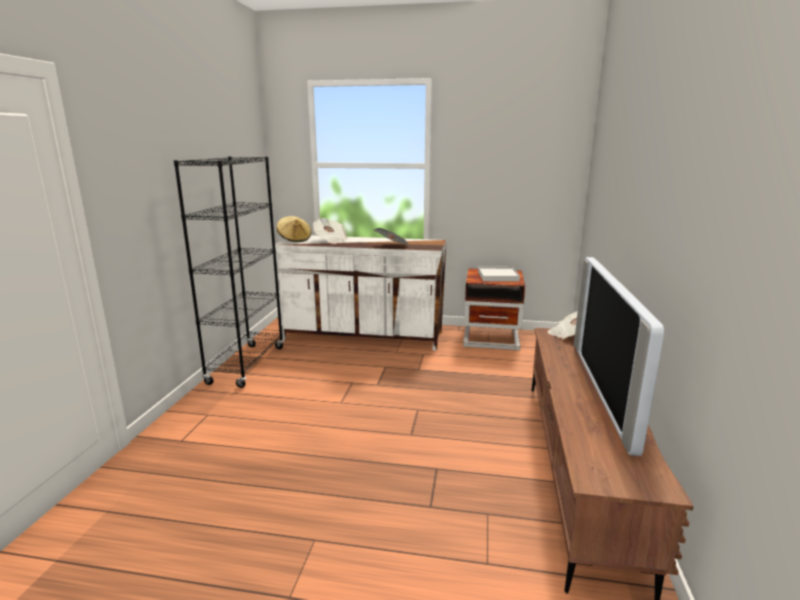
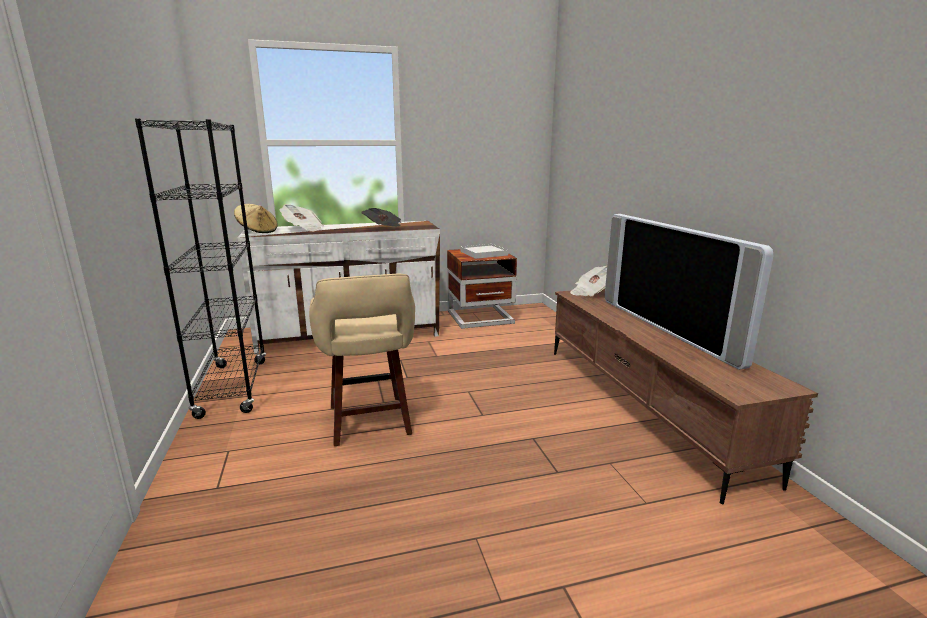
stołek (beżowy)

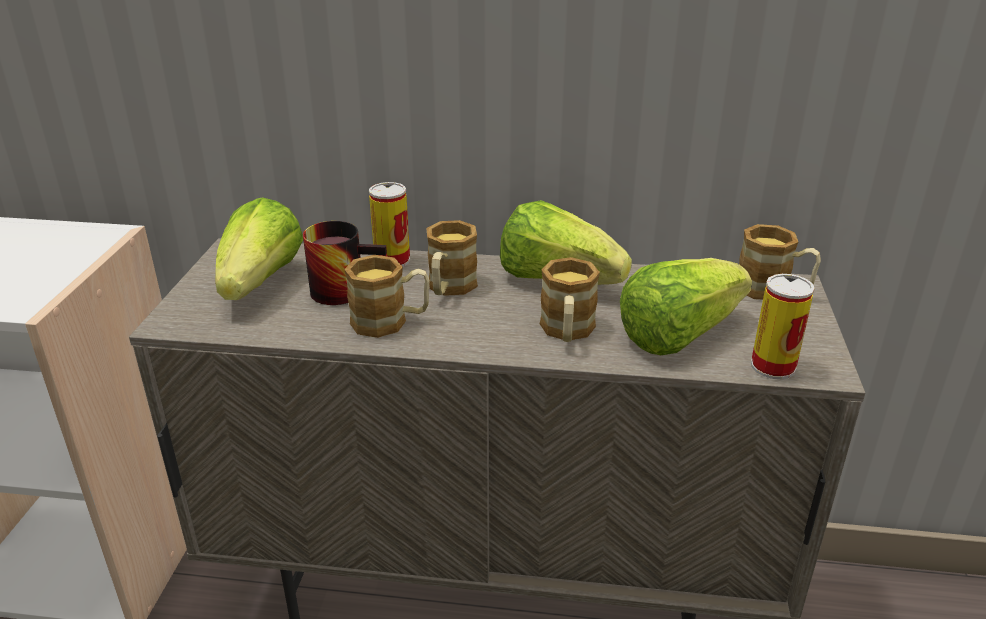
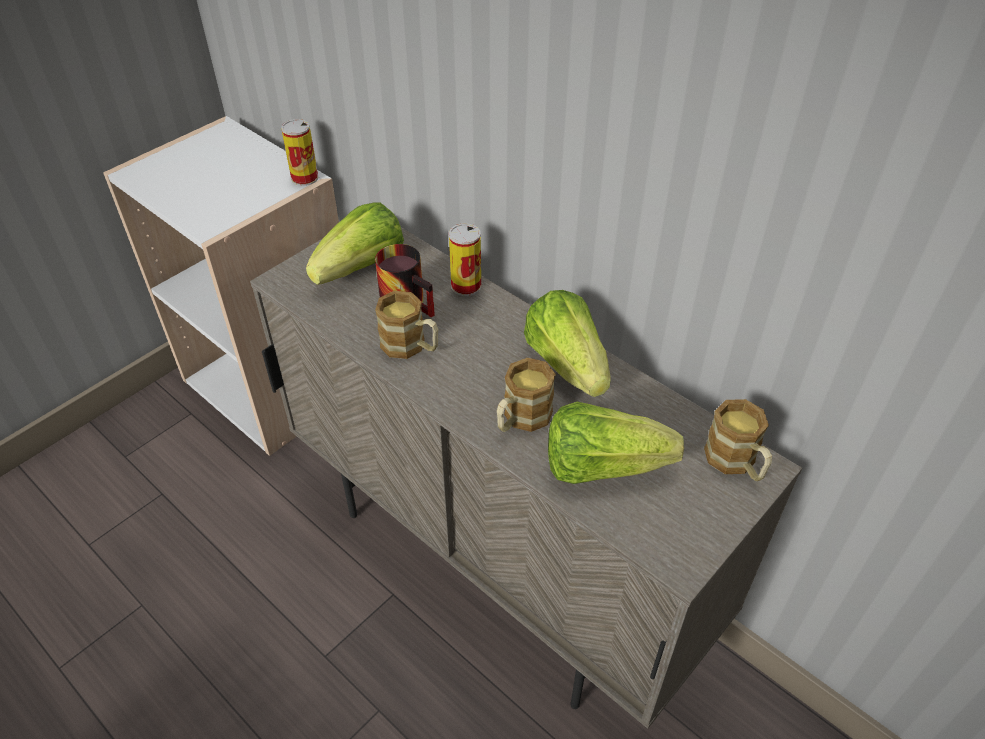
kubek (no. 3 from left in the first image); puszka (no. 1 from left)

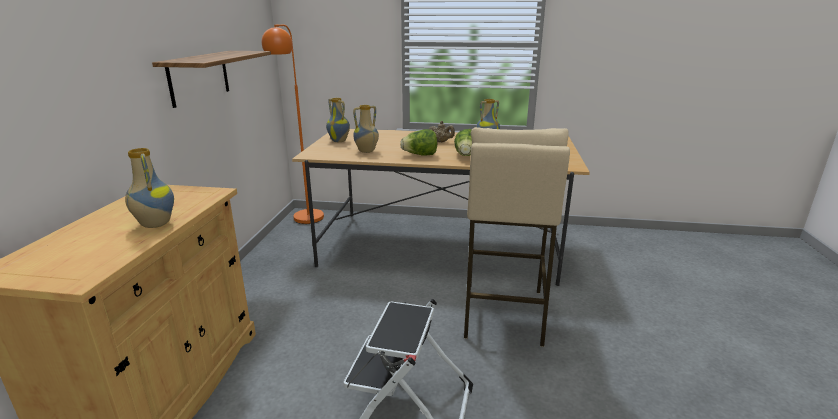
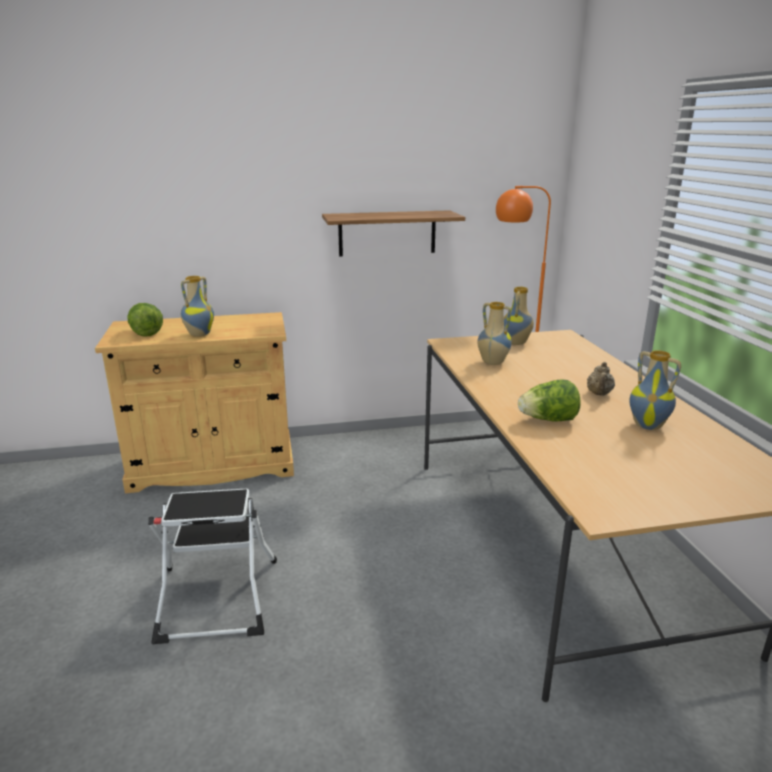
stołek (beżowy); sałata (no. 1 from left)

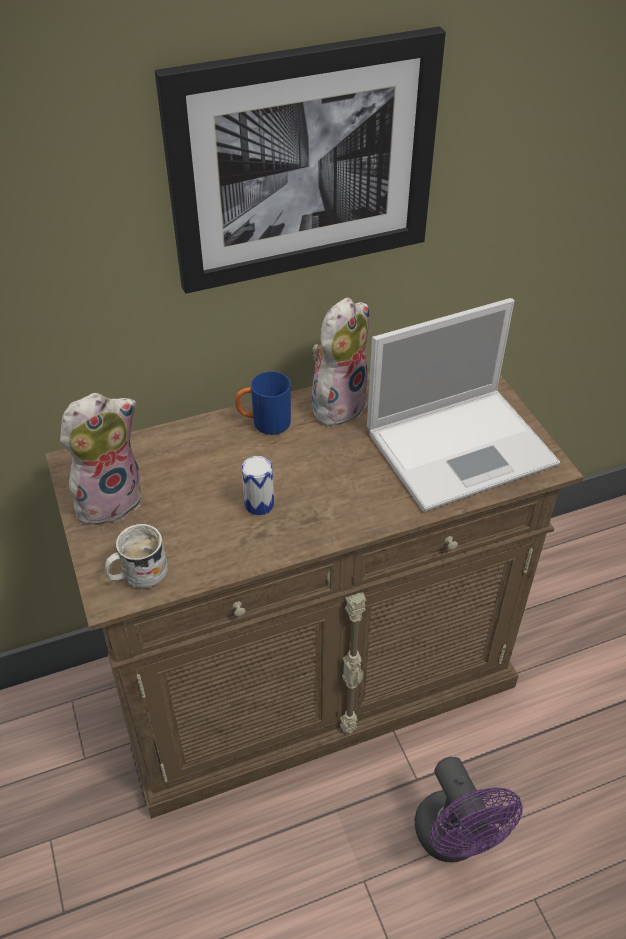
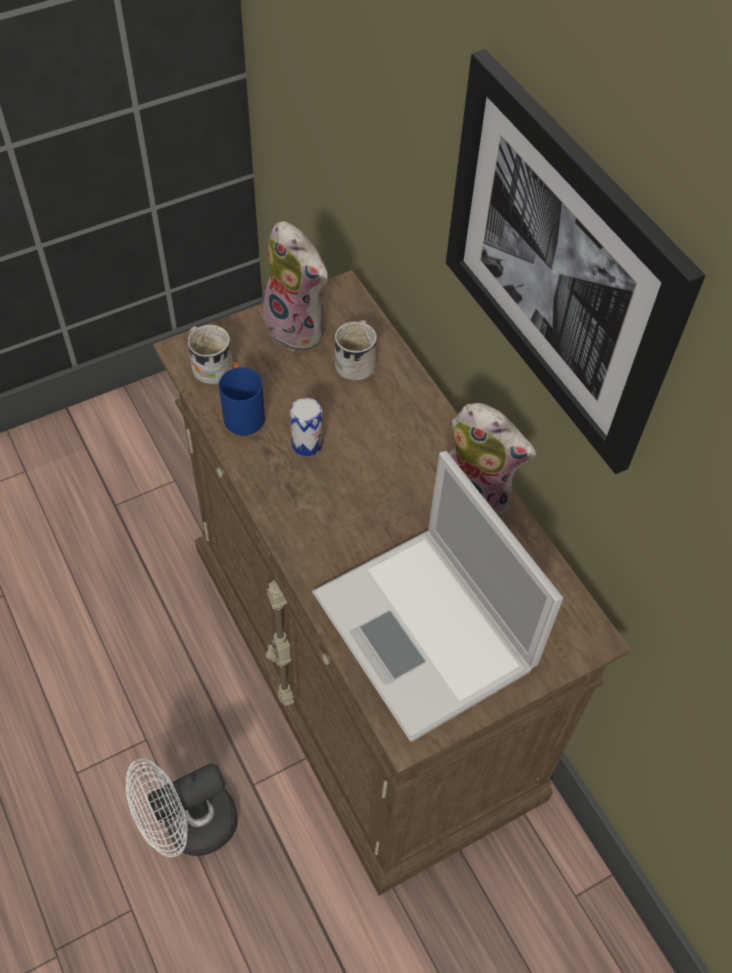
kubek (niebieski); wentylator (biały); kubek (biały) (no. 2 from left)

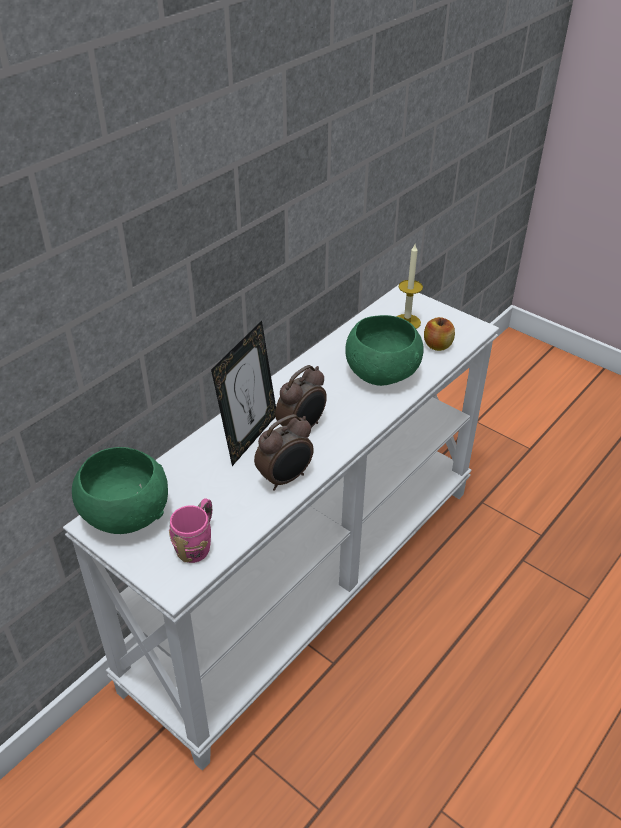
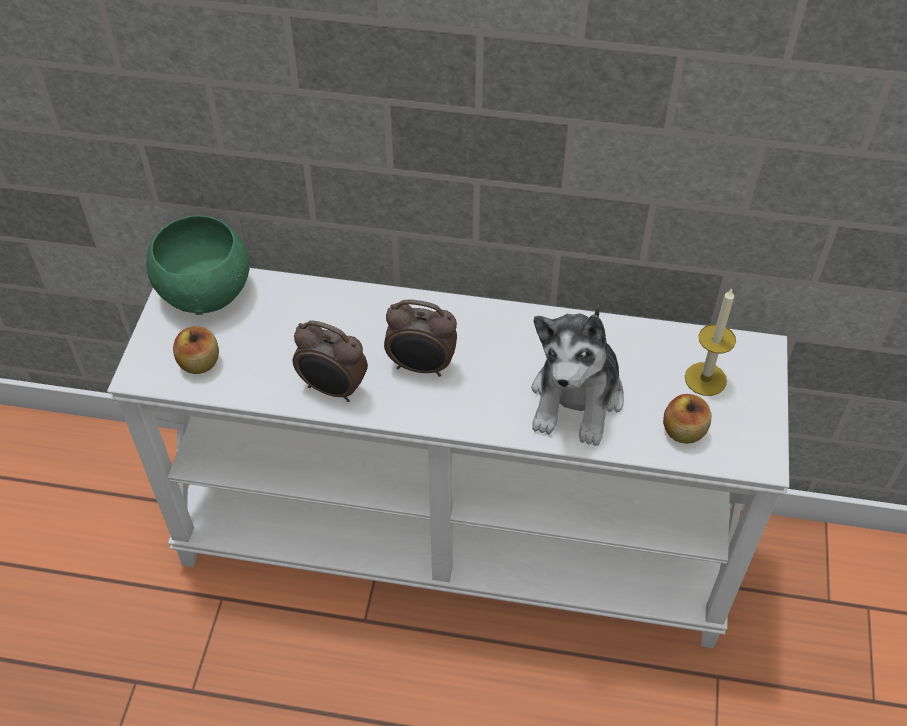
pluszak; ramka na zdjęcie; jabłko (no. 1 from left)

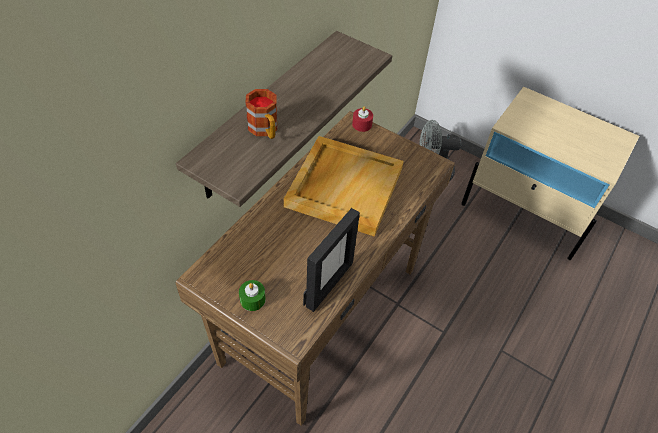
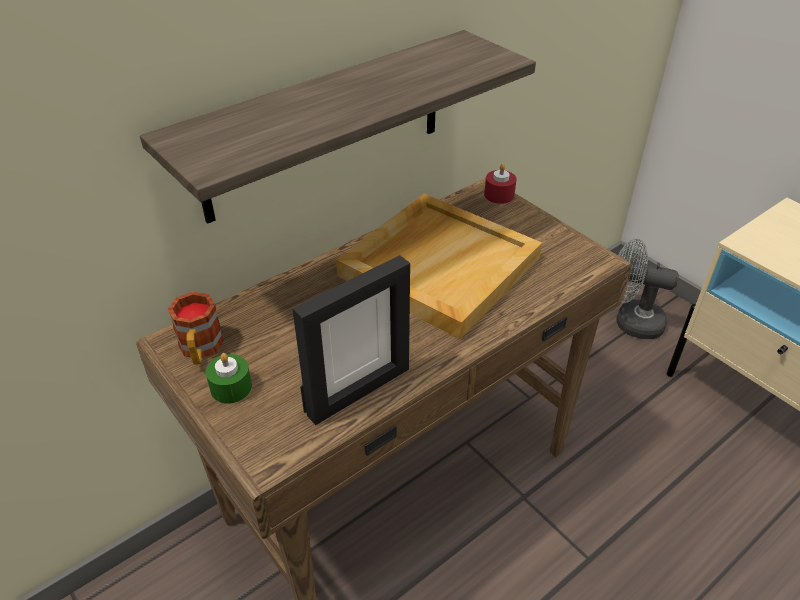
kubek

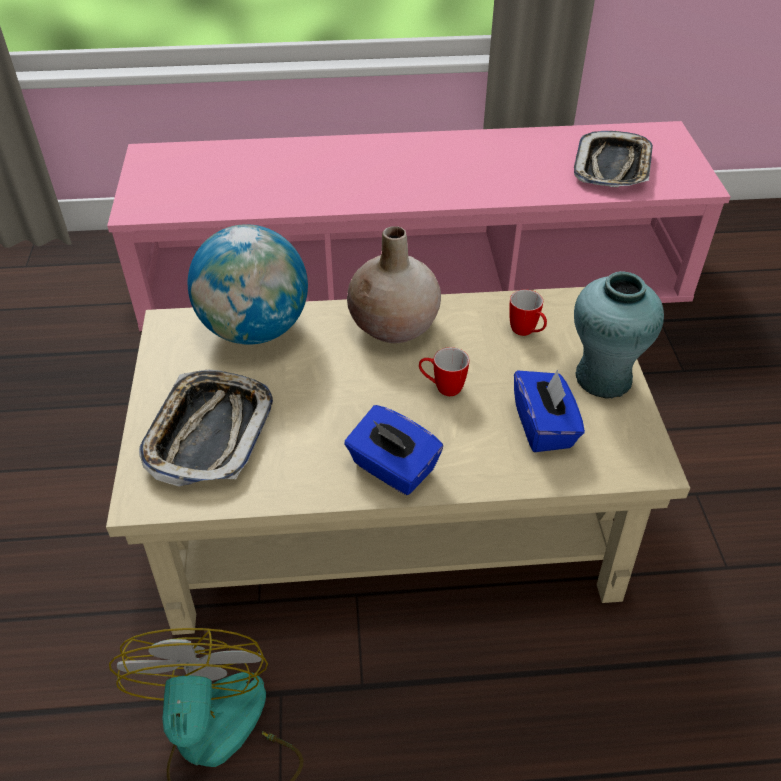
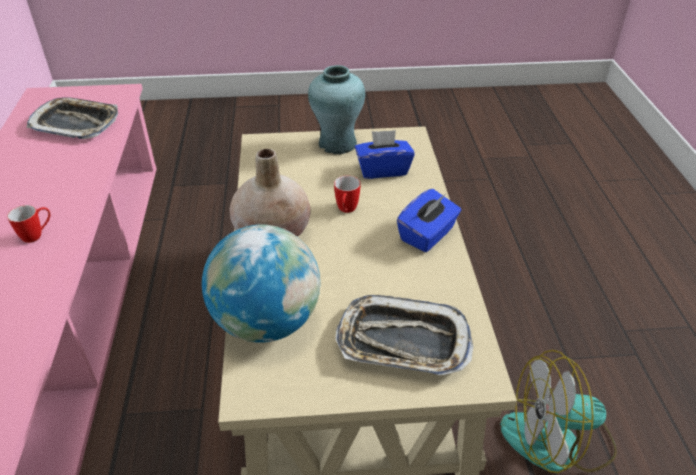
kubek (no. 1 from left)

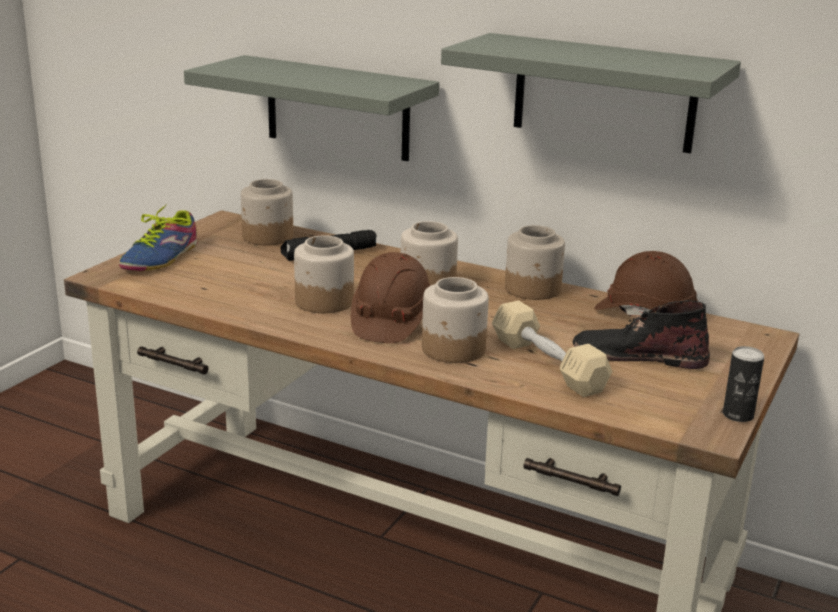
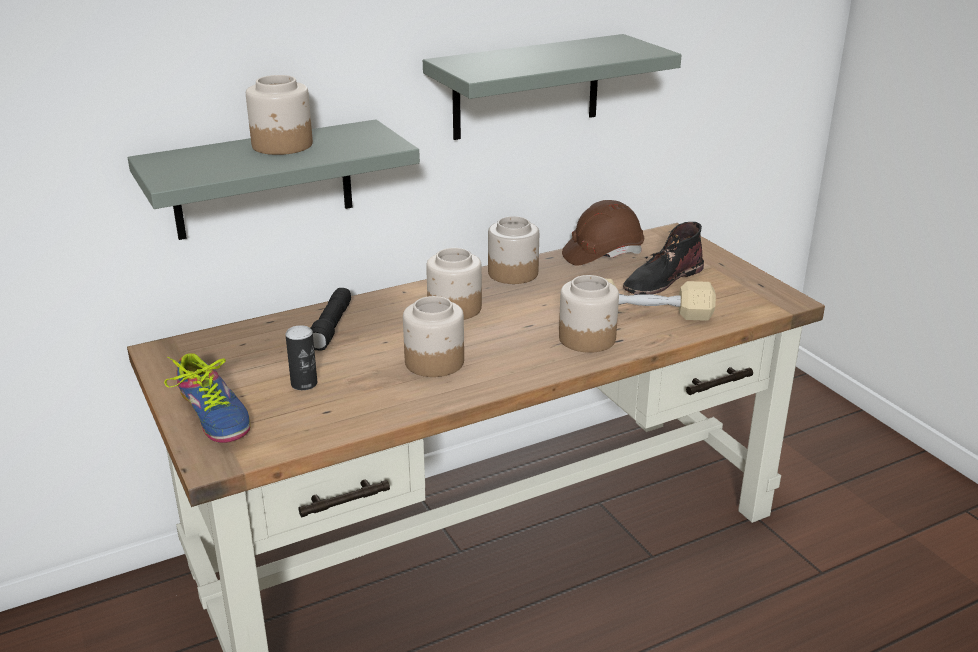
słoik (no. 1 from left); kask (brązowy) (no. 1 from left in the first image); puszka

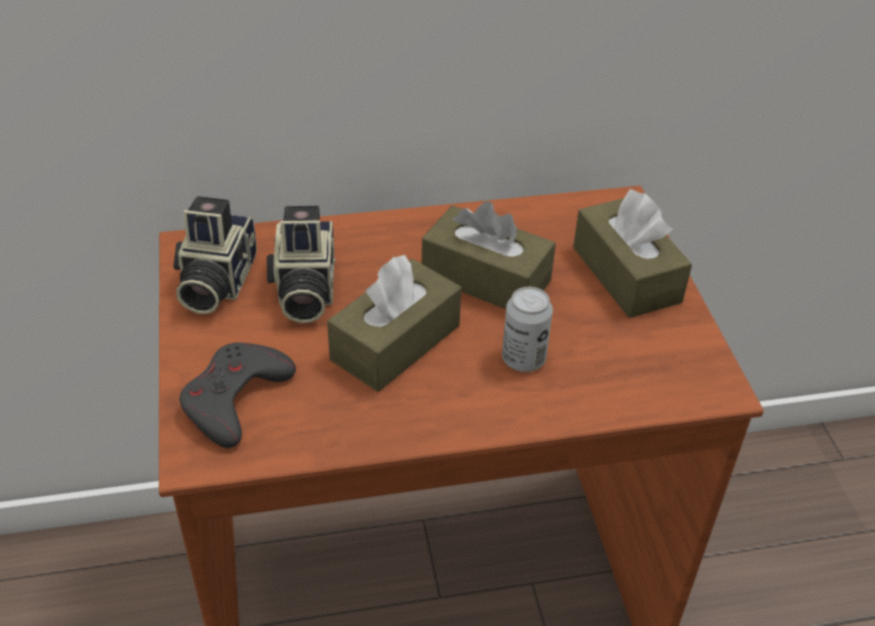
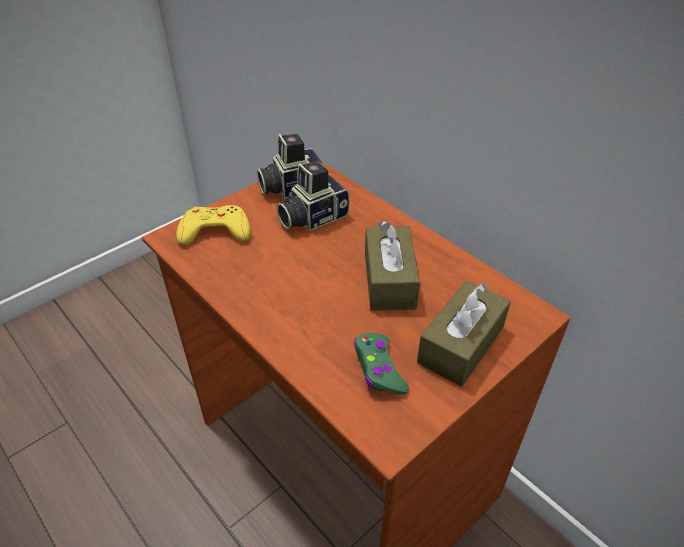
pudełko chusteczek (brązowy) (no. 1 from left in the first image); puszka; pad do gier (żółty); pad do gier (zielony)

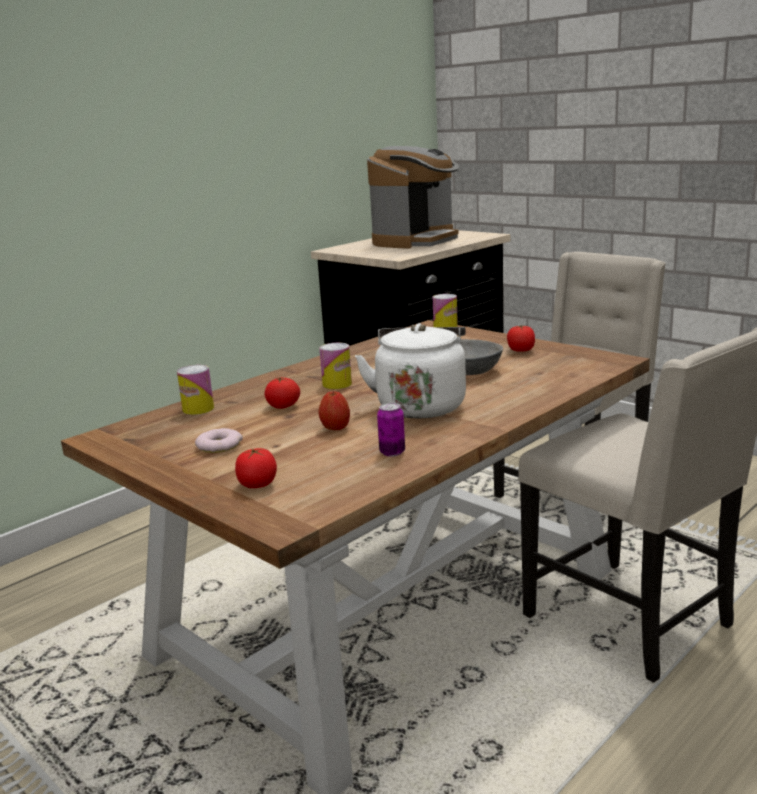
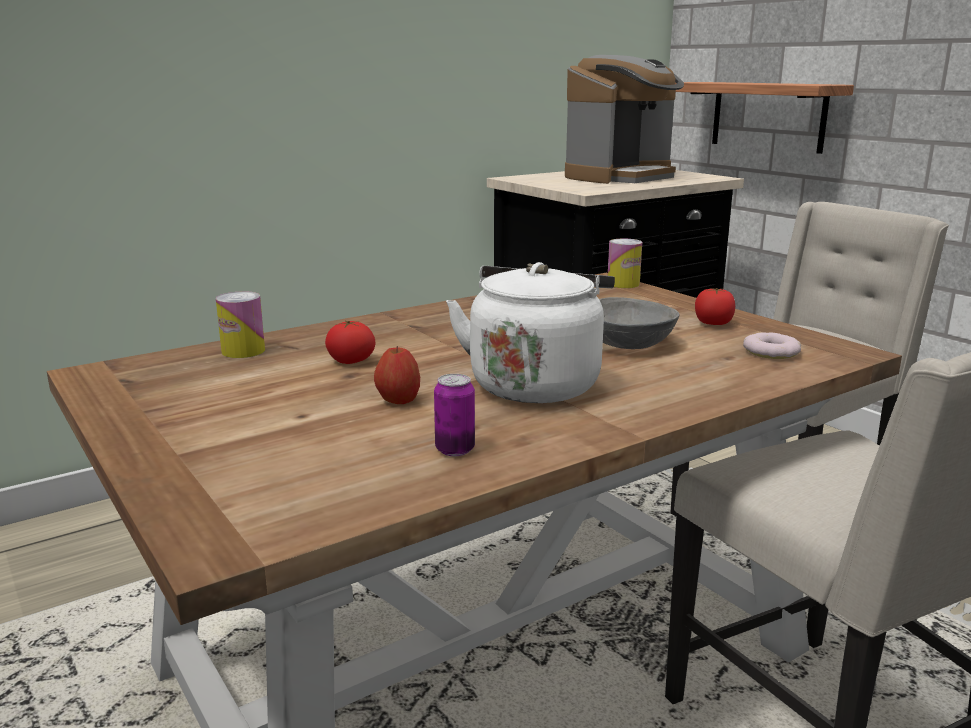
puszka (no. 2 from left in the first image); donut; pomidor (no. 1 from left in the first image); półka

